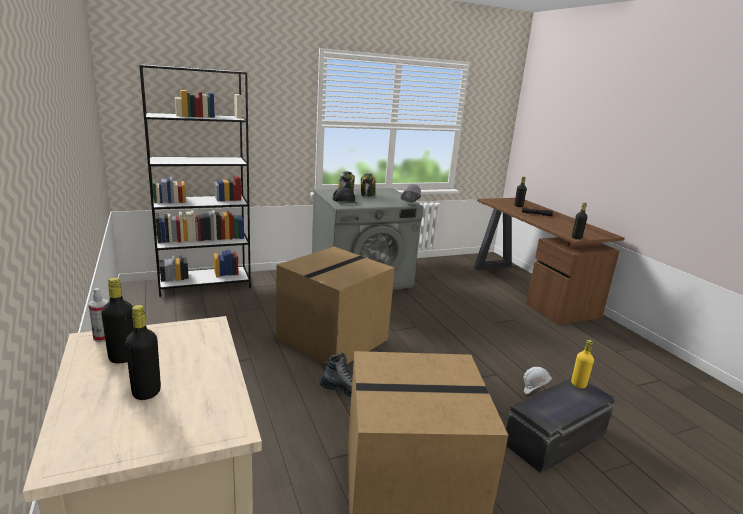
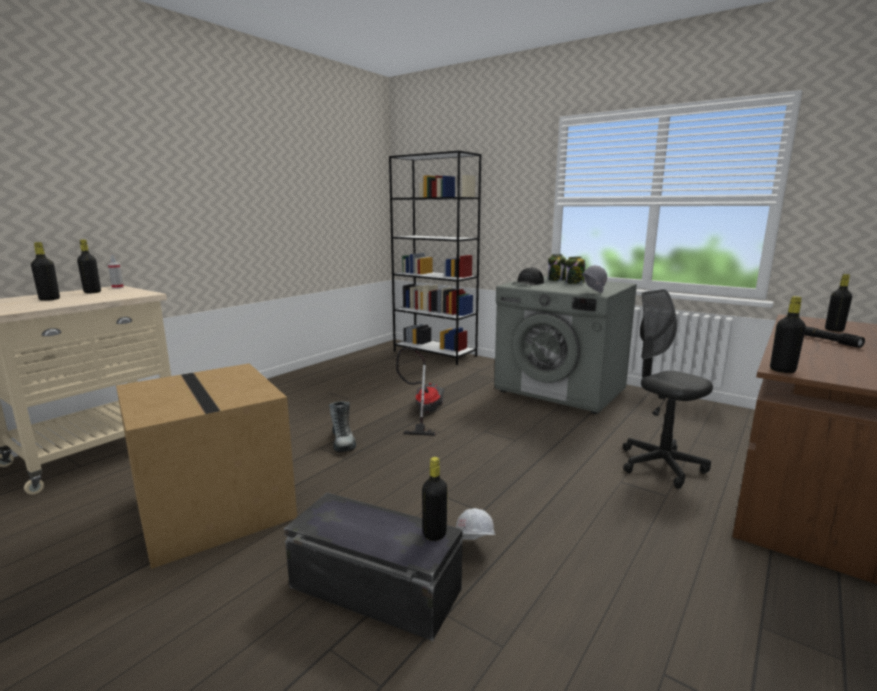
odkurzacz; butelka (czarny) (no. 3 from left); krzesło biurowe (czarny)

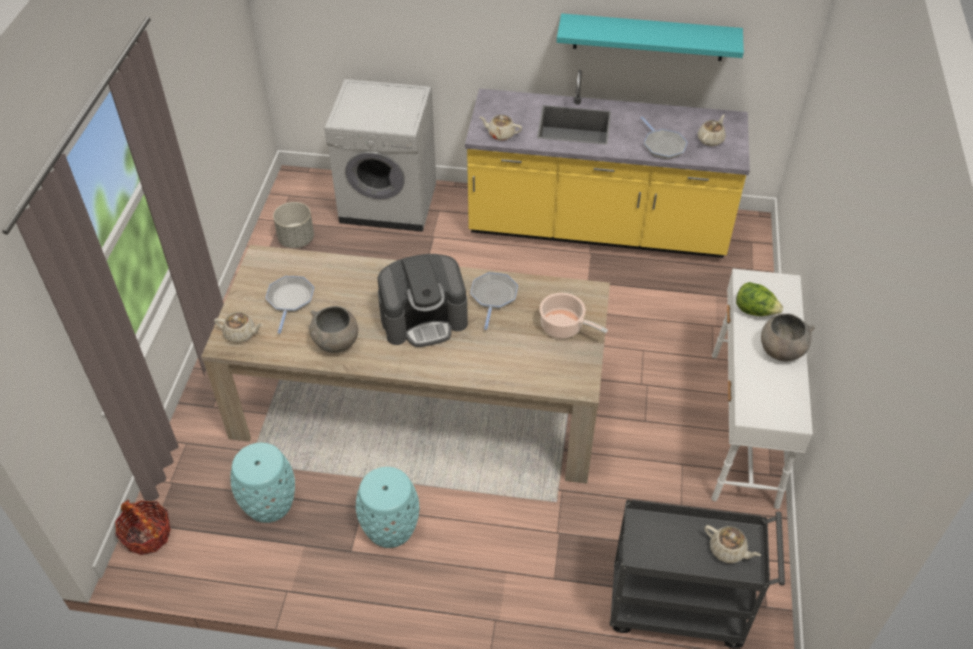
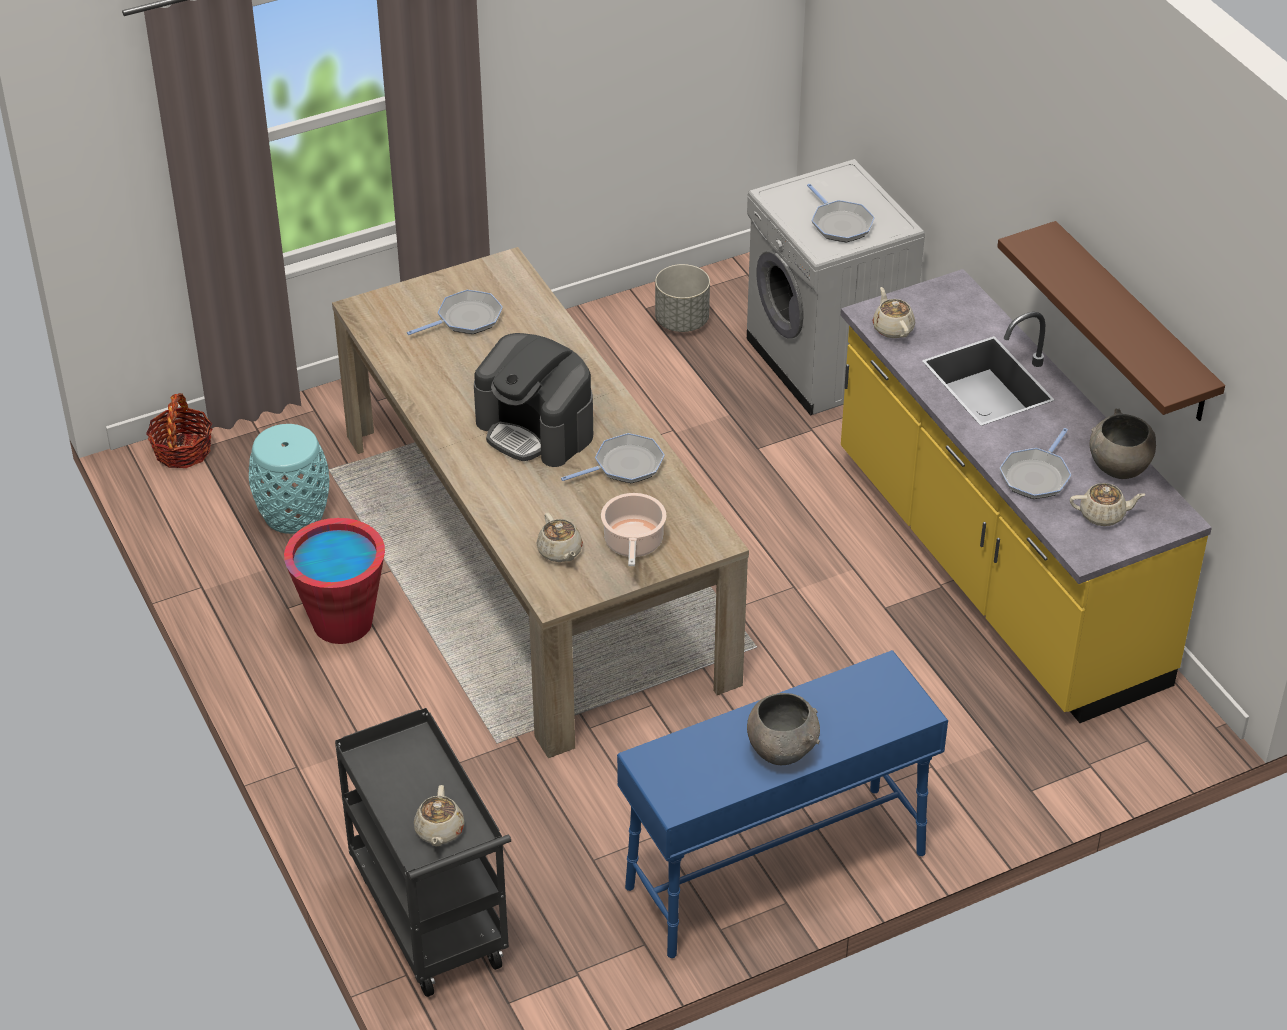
półka (brązowy); stolik konsolowy (niebieski); sałata; miska (szary) (no. 2 from left); imbryk (beżowy) (no. 2 from left); wiadro (czerwony); patelnia (no. 3 from left)

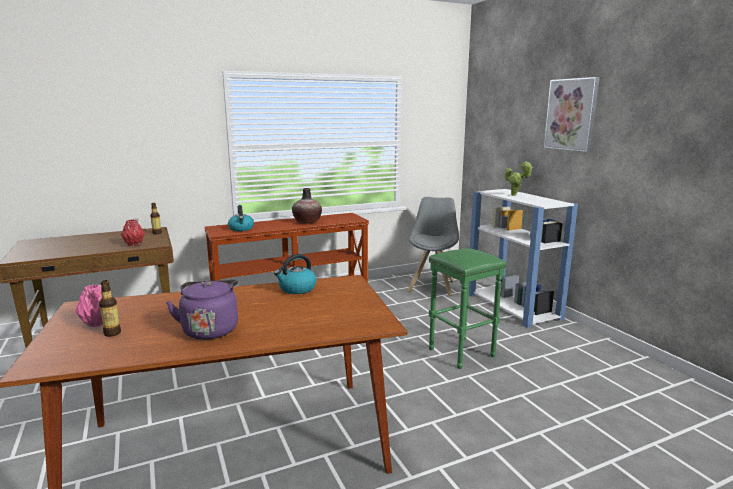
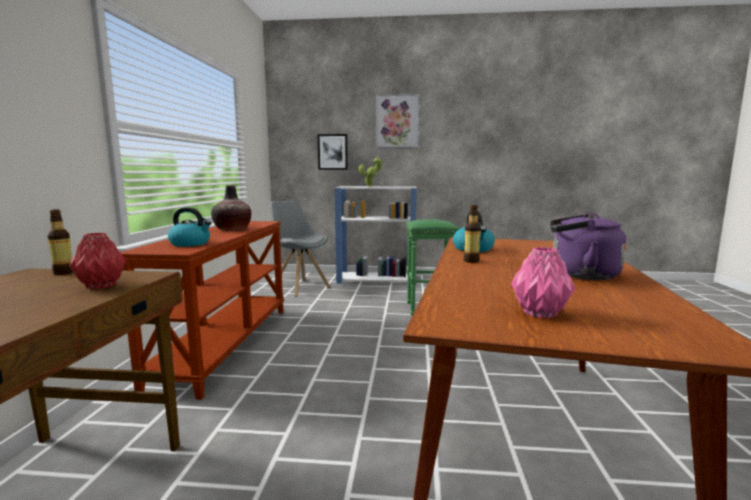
butelka (no. 2 from left); obraz (no. 1 from left)

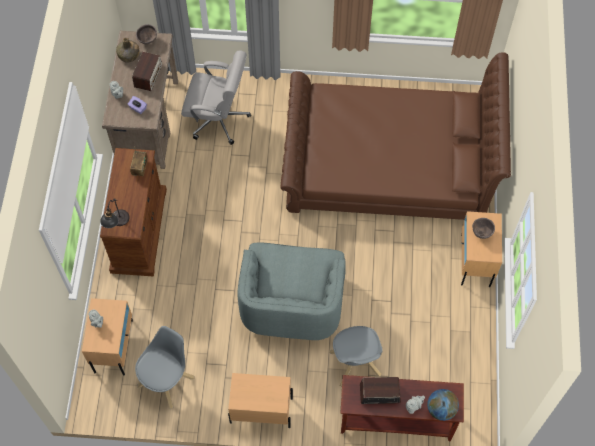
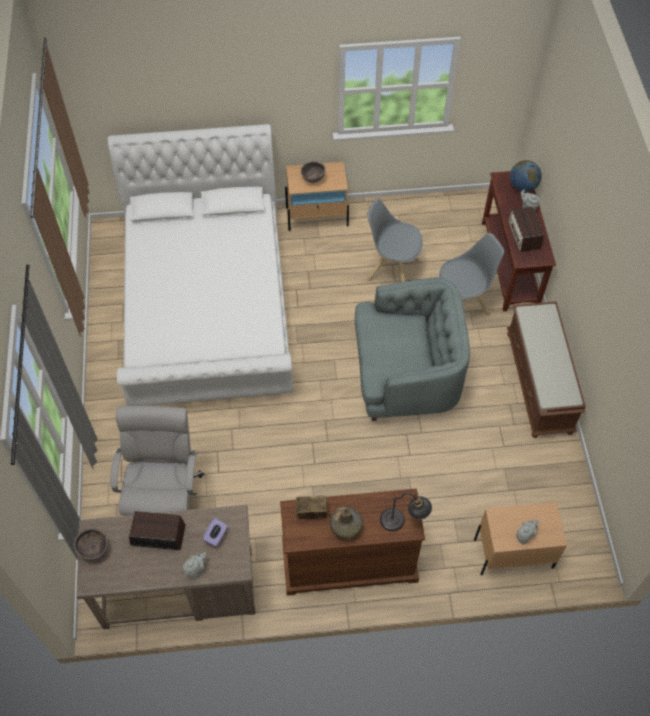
butelka (zielony); łóżko (biały); krzesło (szary) (no. 1 from left); ławka (brązowy)

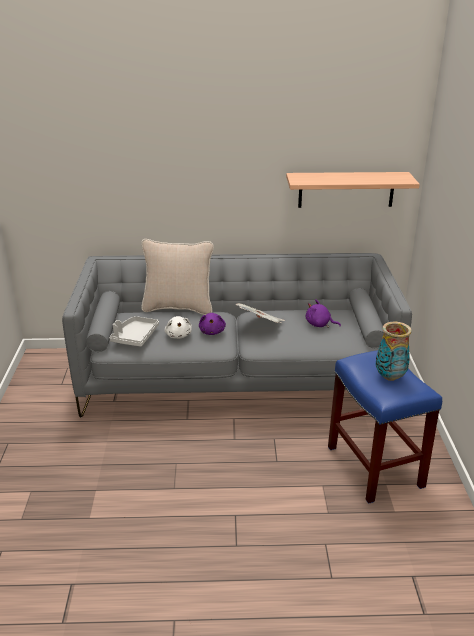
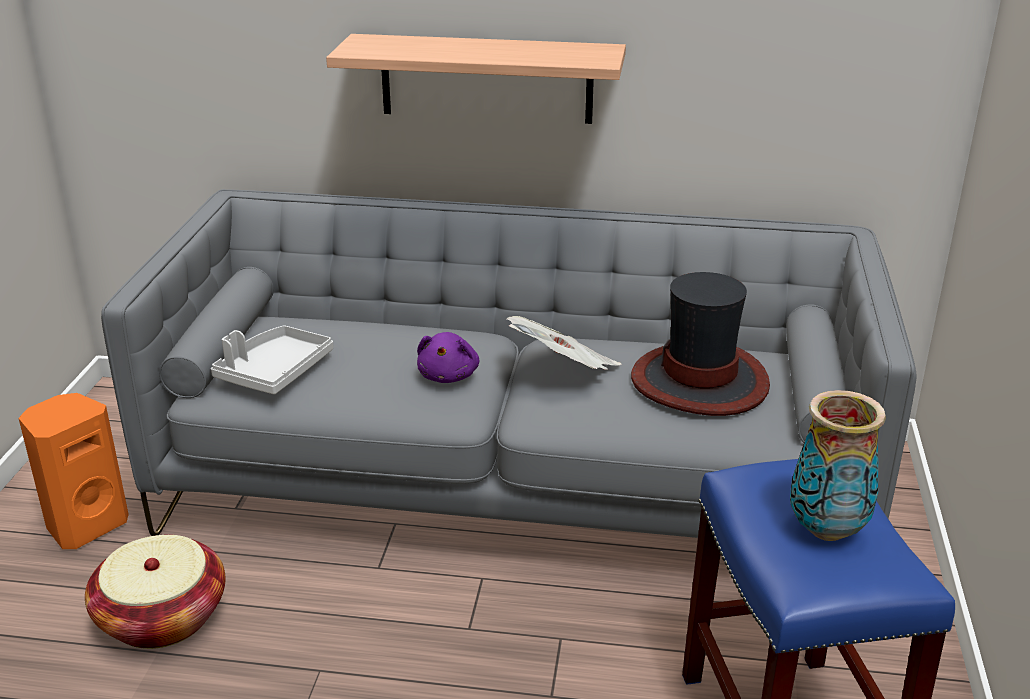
półka; poduszka (beżowy); kapelusz; pluszak (biały); głośnik (pomarańczowy); koszyk

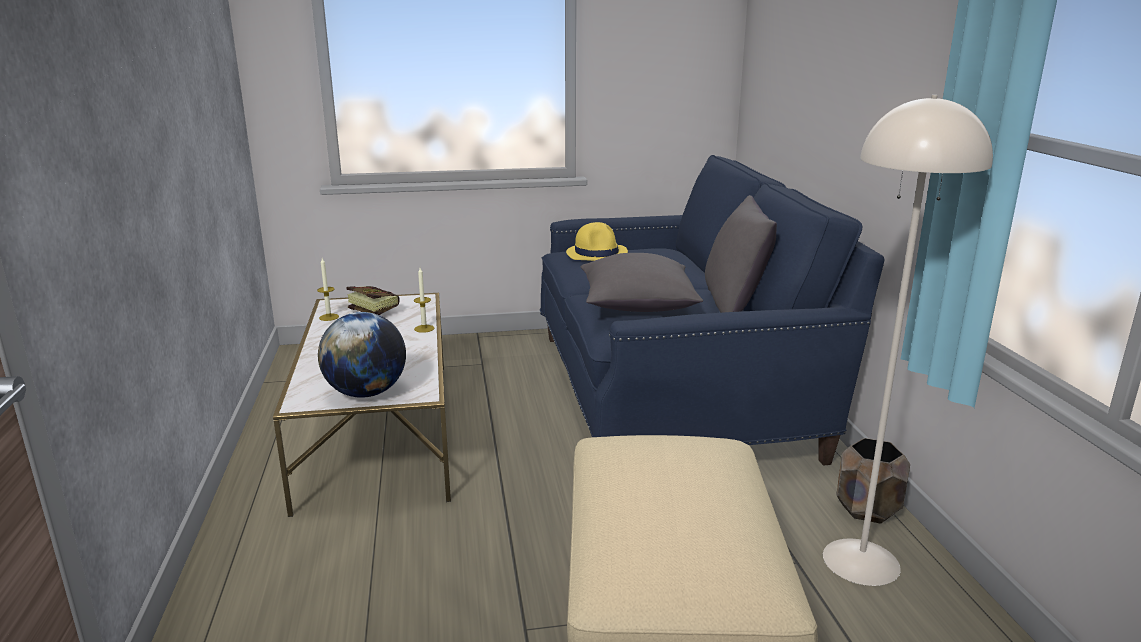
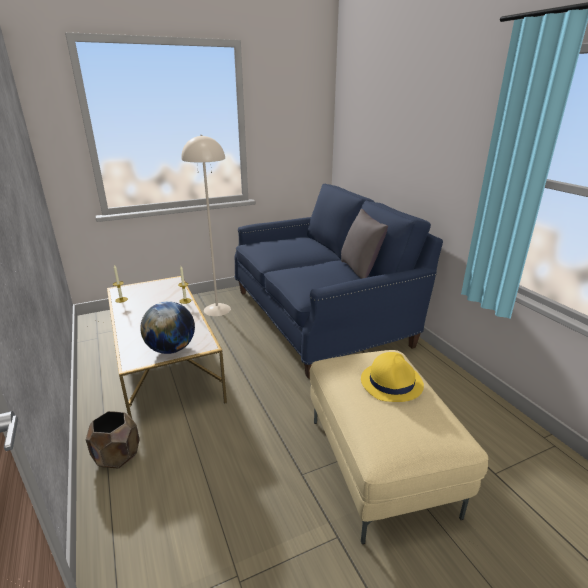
lampa stojąca (beżowy); kapelusz (żółty); poduszka (szary) (no. 1 from left in the first image); książka; donica (brązowy)

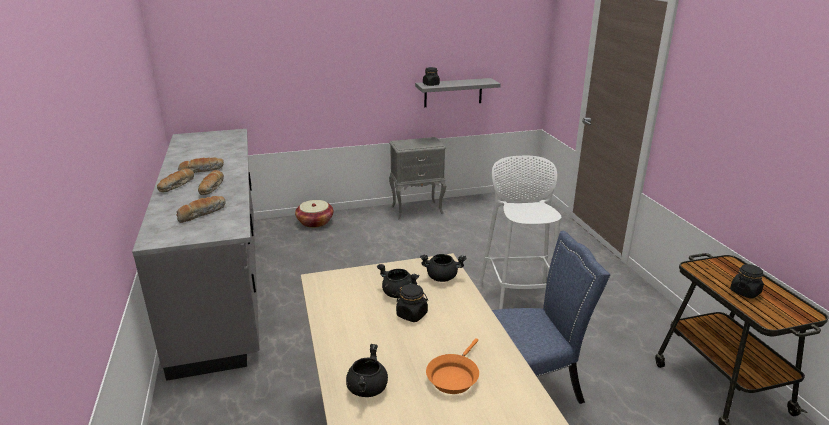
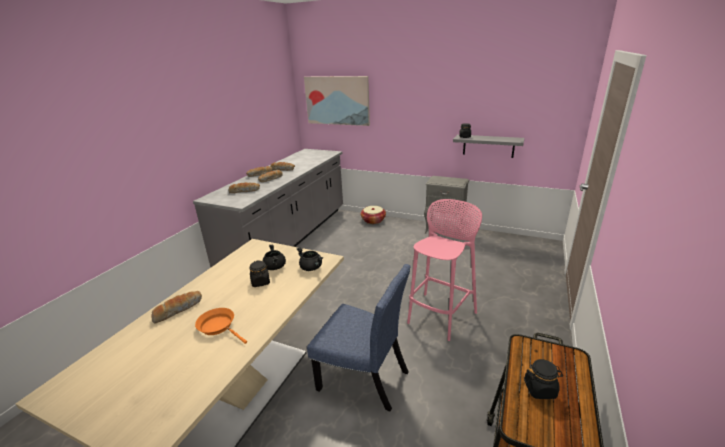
stołek (różowy); patelnia (pomarańczowy); chleb (no. 1 from left); obraz

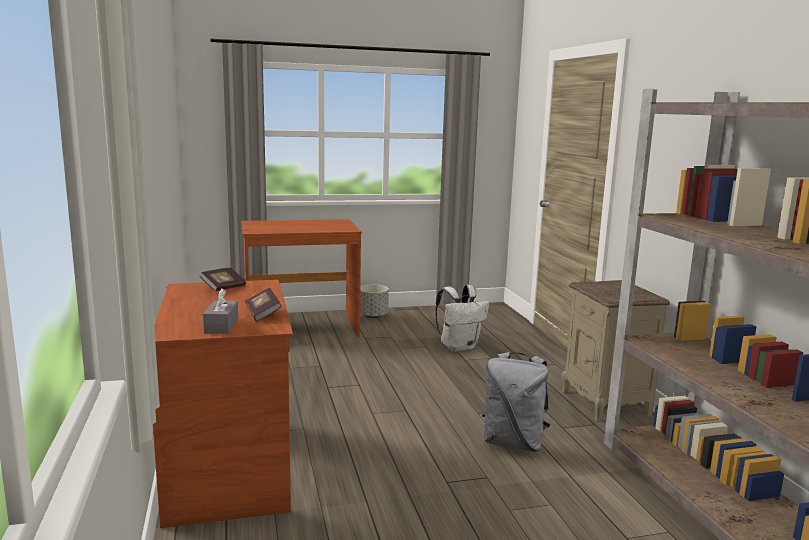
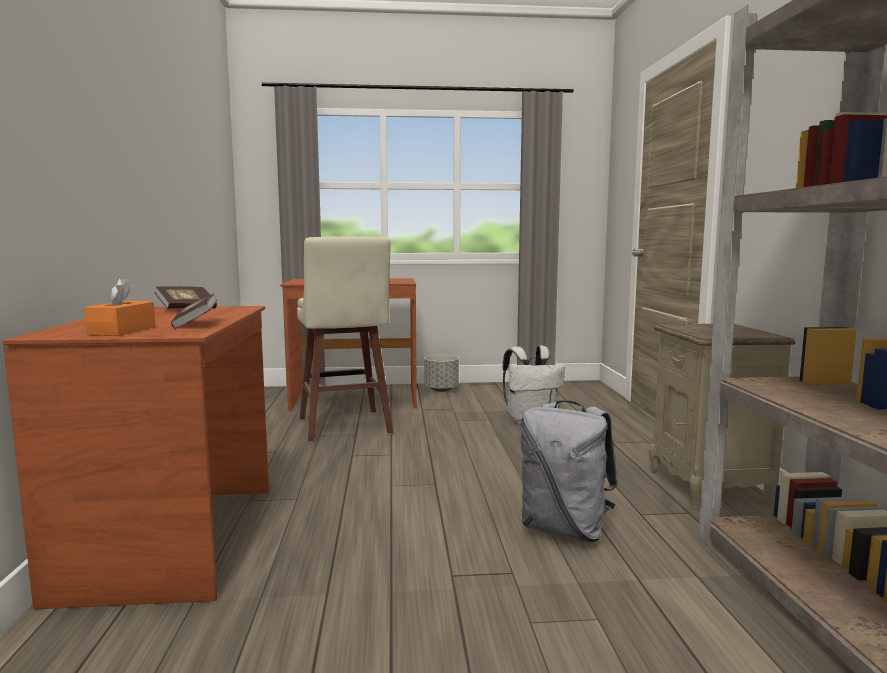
pudełko chusteczek (pomarańczowy); stołek (beżowy)

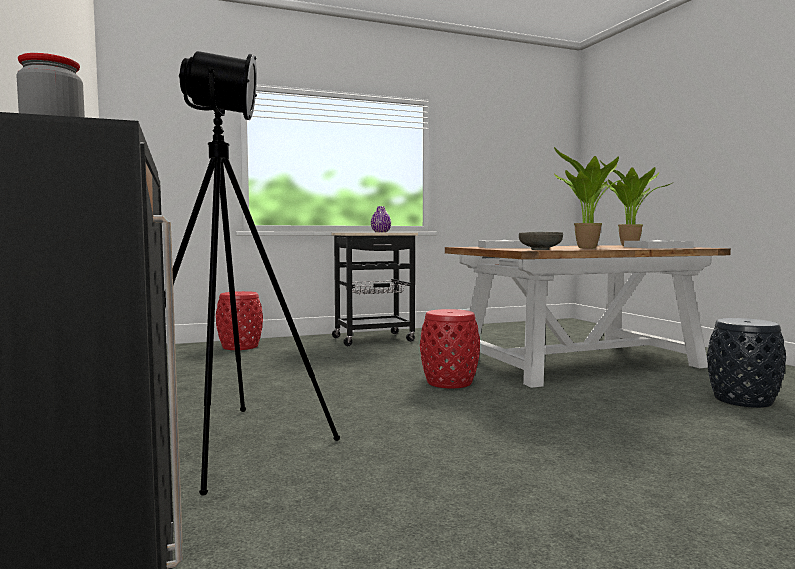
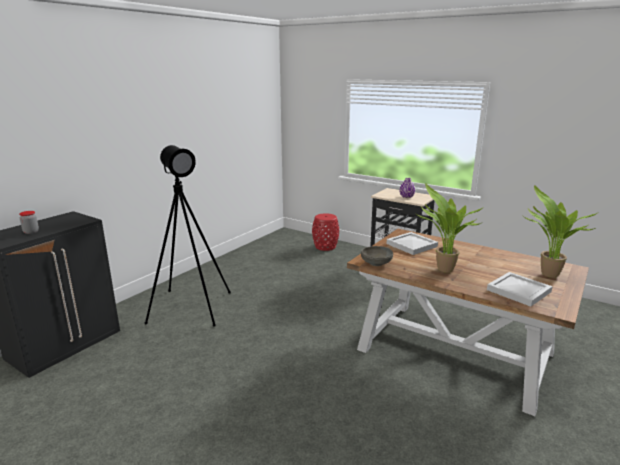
stołek (czerwony) (no. 2 from left in the first image); stołek (czarny)

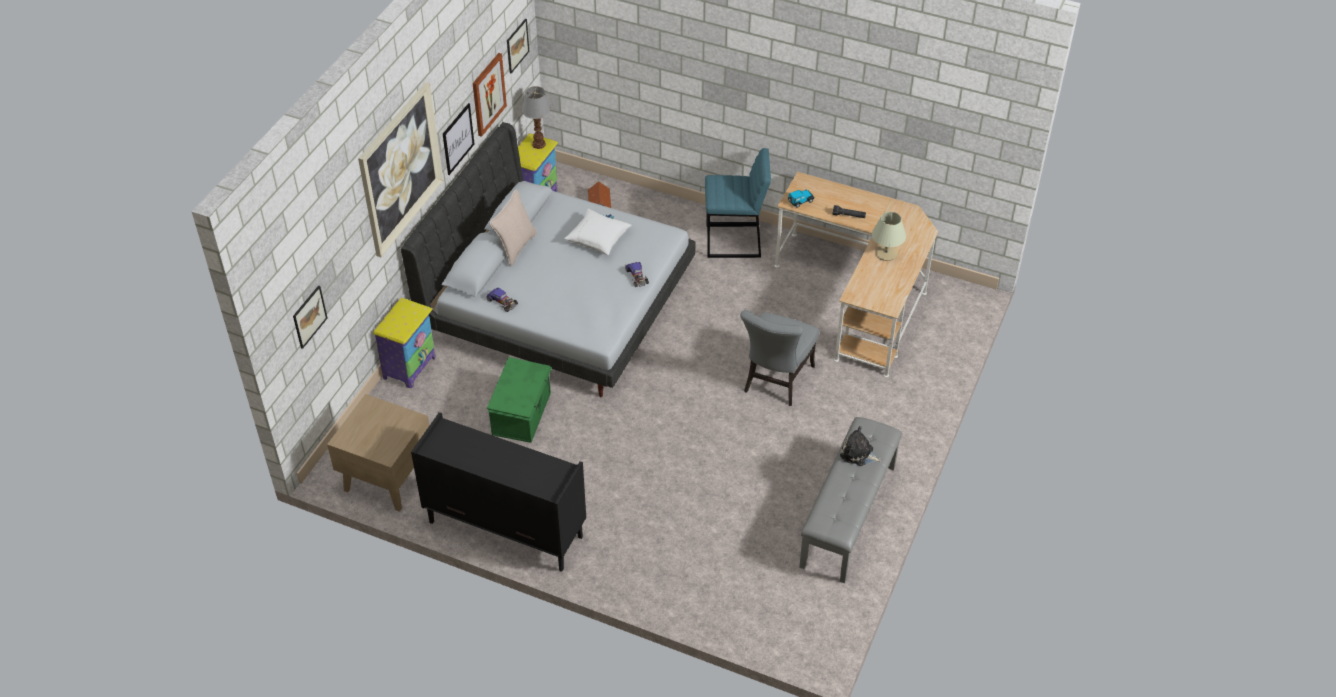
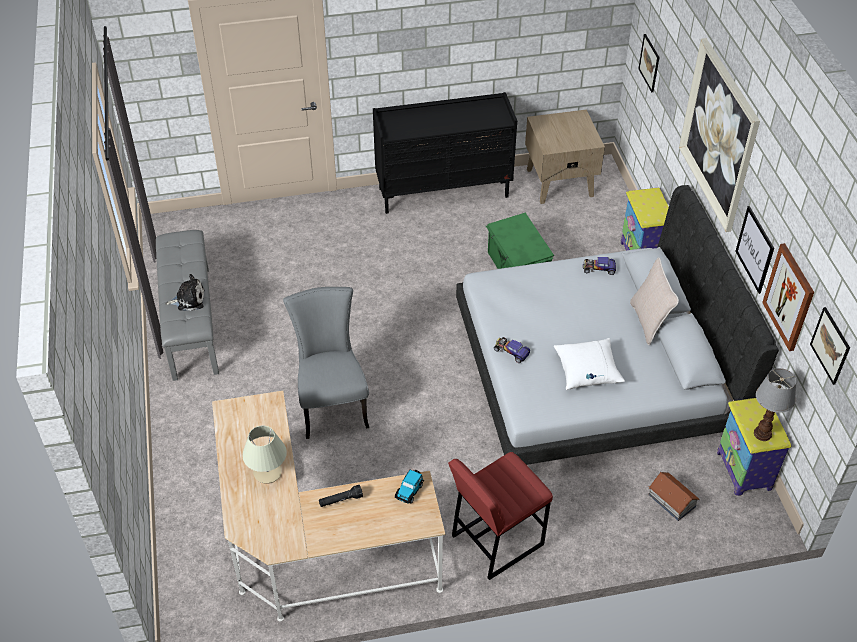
stołek (czerwony)

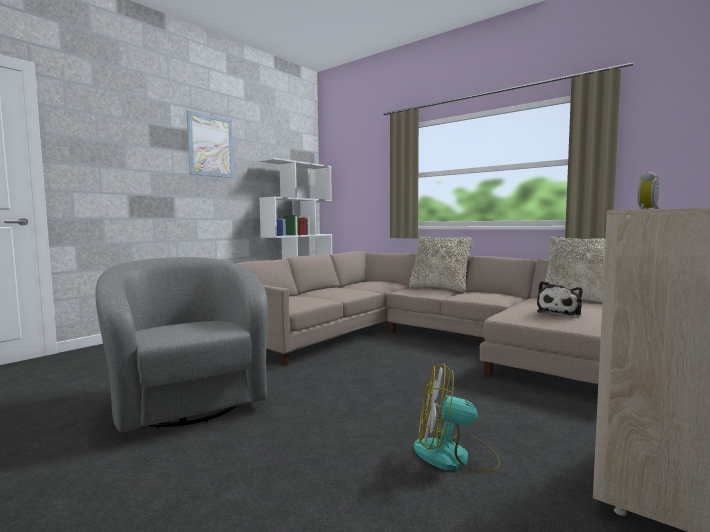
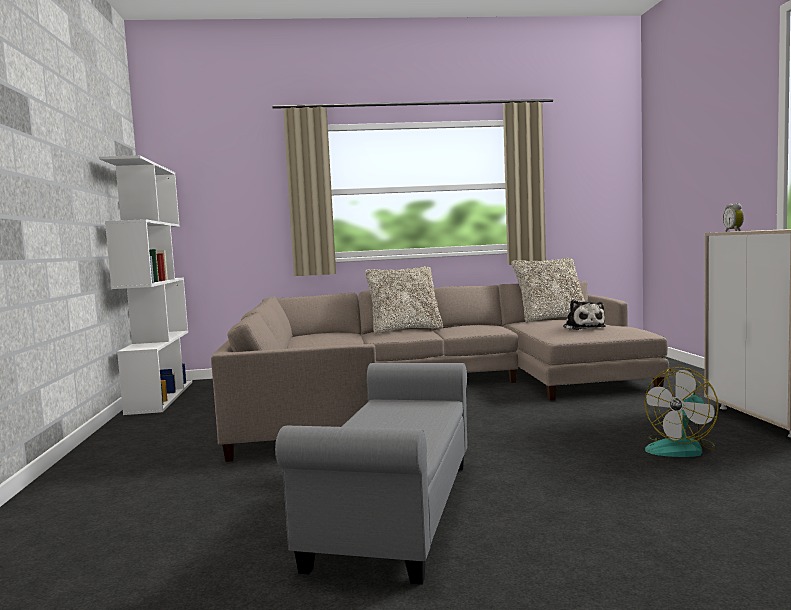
obraz; pufa (szary)

